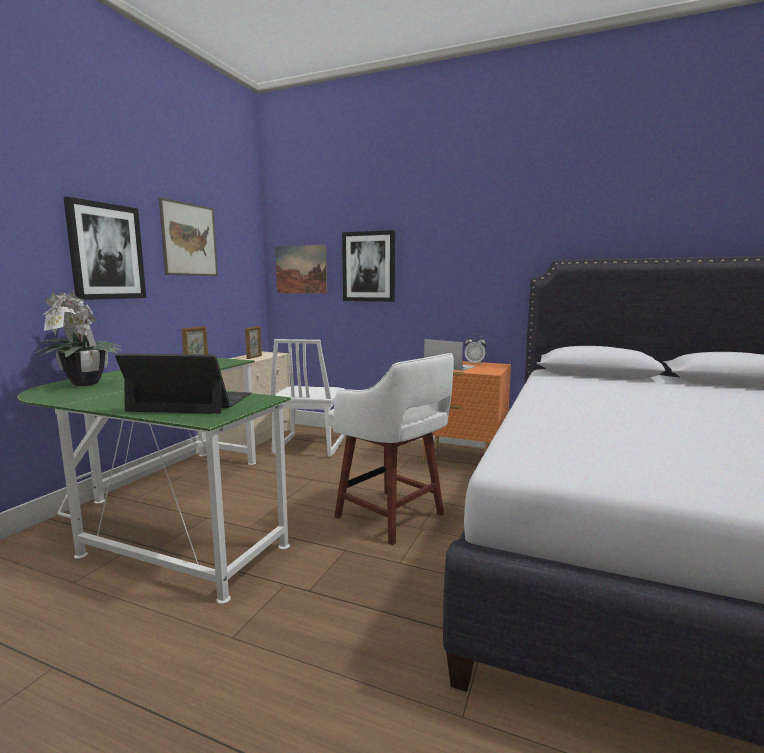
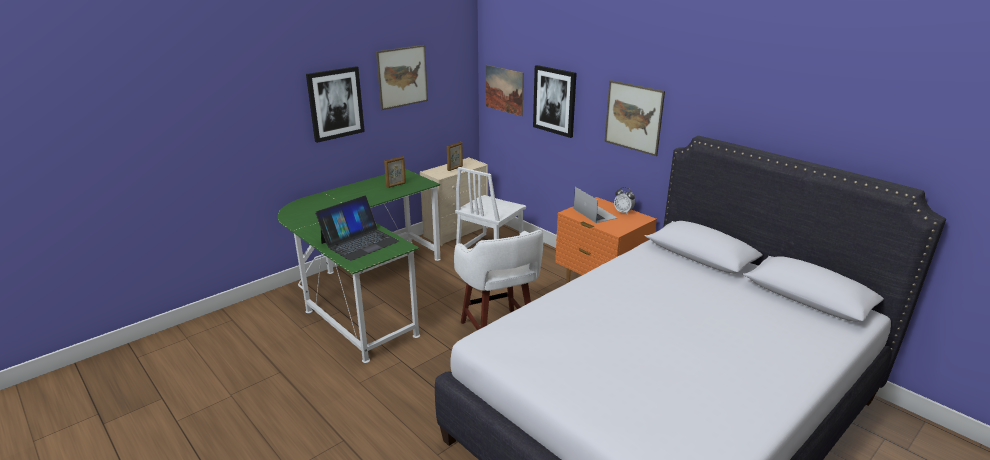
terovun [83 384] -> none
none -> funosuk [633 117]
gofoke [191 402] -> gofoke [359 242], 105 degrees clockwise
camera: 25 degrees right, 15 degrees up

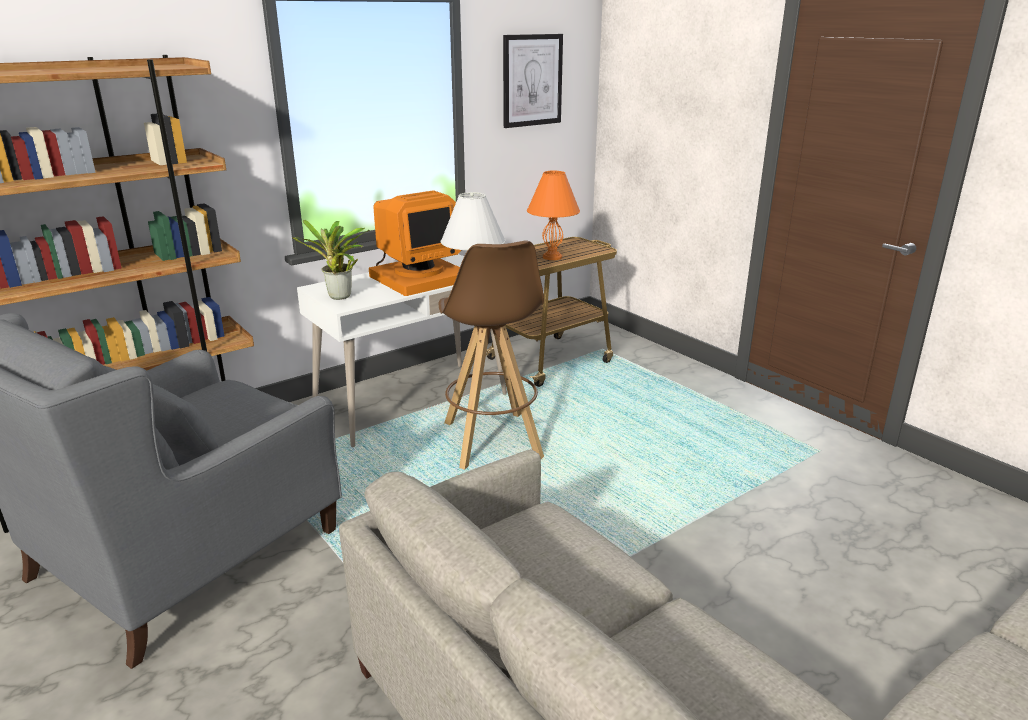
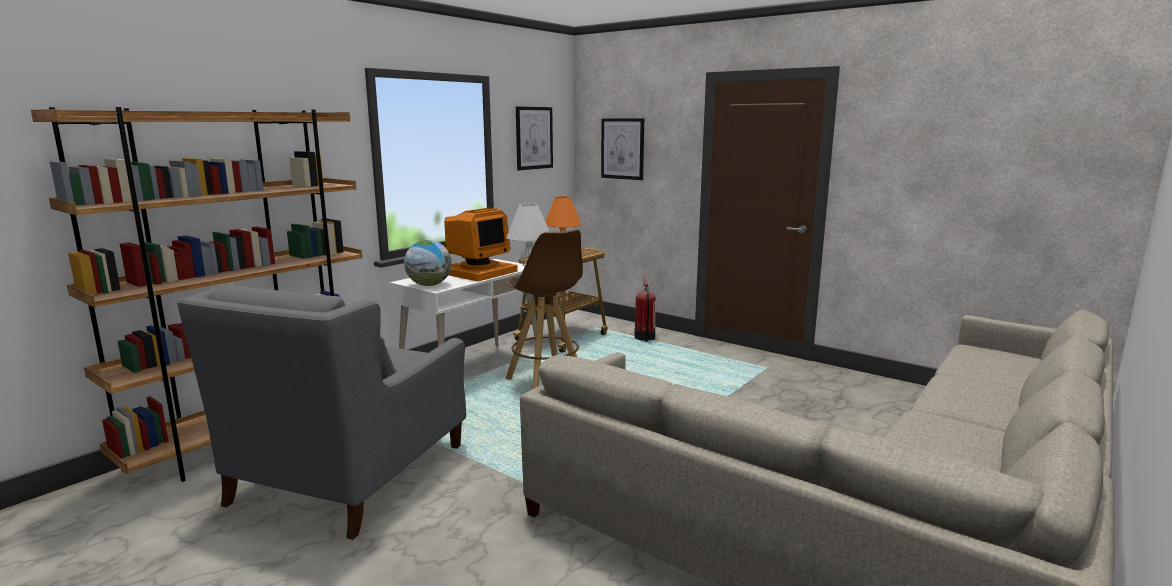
none -> funosuk [622 148]
none -> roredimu [644 338]
terovun [339 298] -> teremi [429 285]
camera: 15 degrees left, 10 degrees down

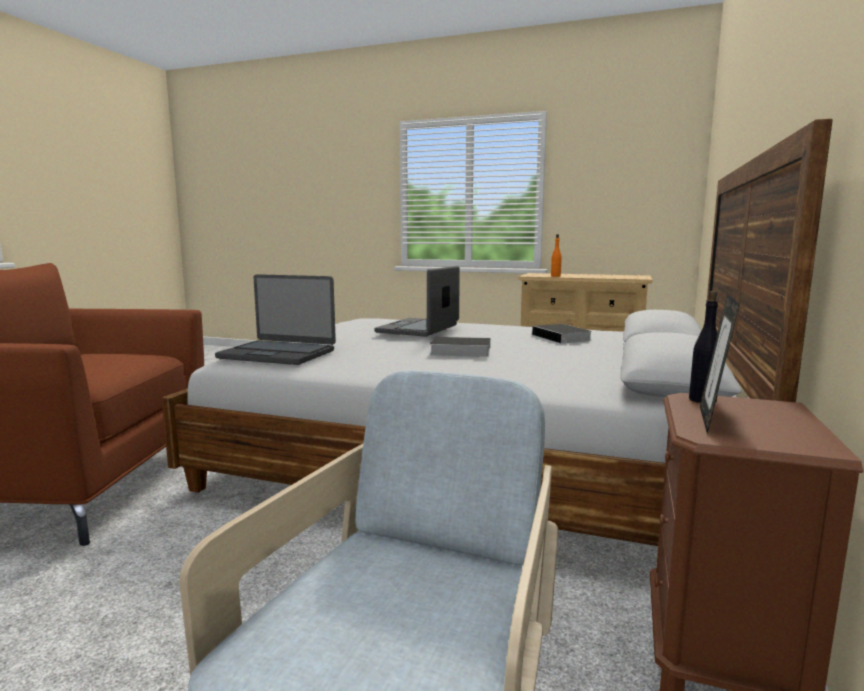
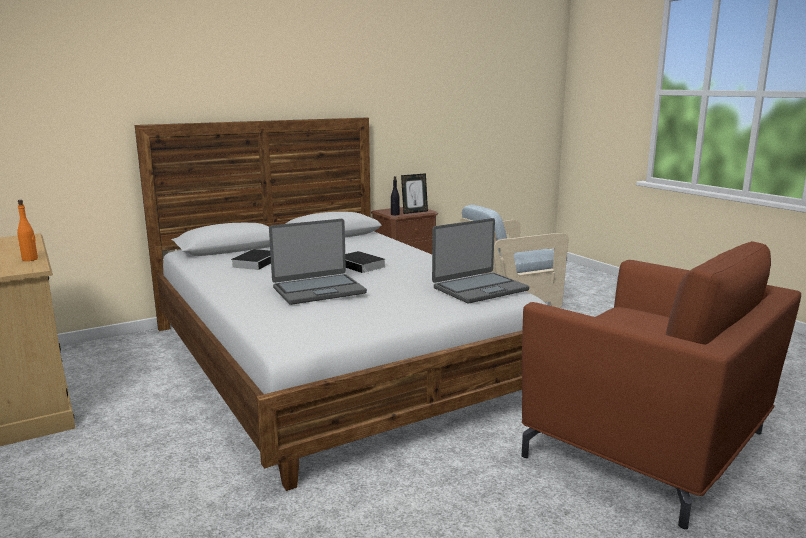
gofoke [278 354] -> gofoke [479 289], 90 degrees clockwise
camera: 140 degrees left, 5 degrees up

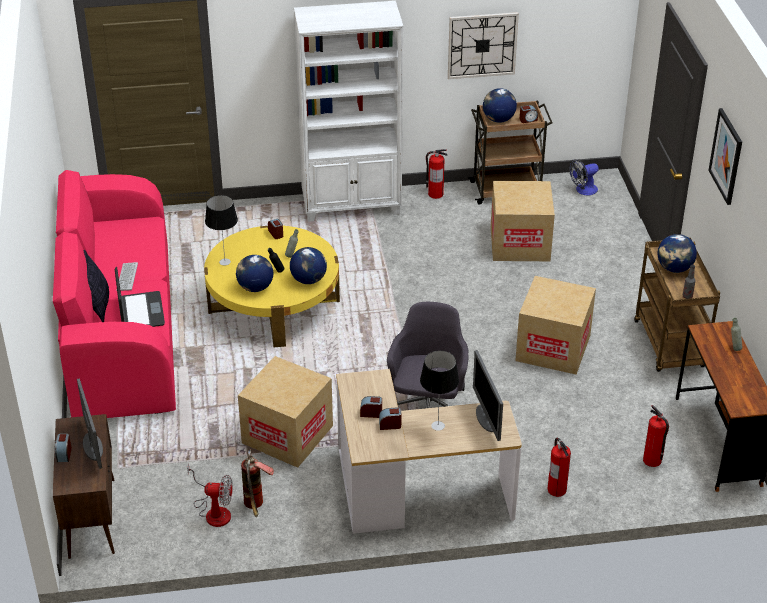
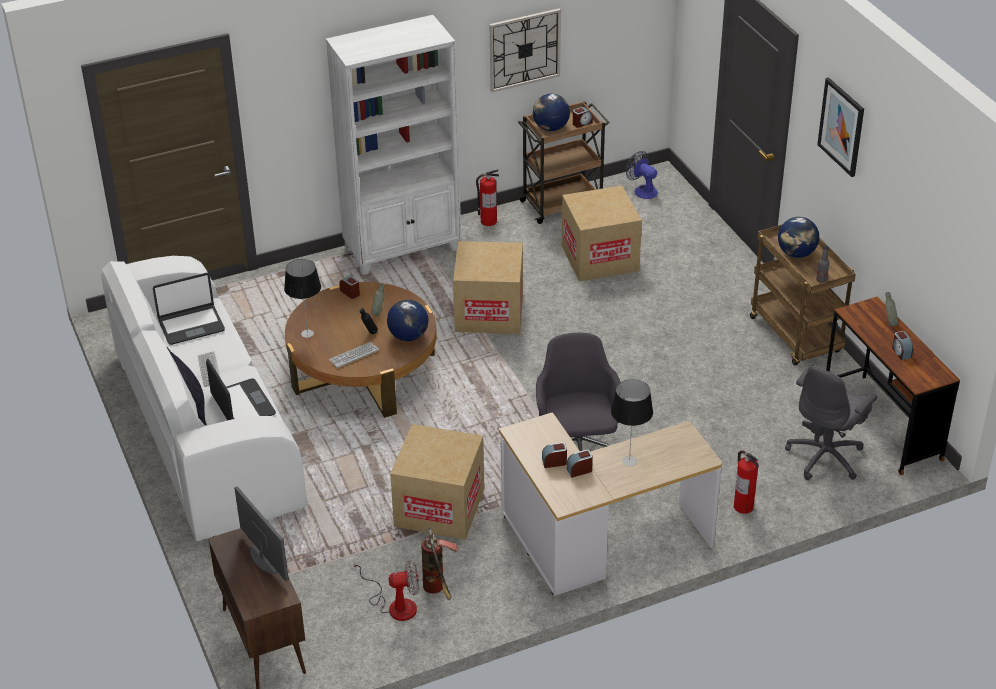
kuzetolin [486 418] -> none
none -> gofoke [191 325]
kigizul [64 454] -> kigizul [901 352], relocated
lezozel [553 348] -> lezozel [489 313], relocated
teremi [255 288] -> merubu [353 355]
roredimu [652 460] -> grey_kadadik [826 457]
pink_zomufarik [122 329] -> white_zomufarik [205 430]
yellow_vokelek [274 304] -> brown_vokelek [364 371]
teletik [583 190] -> teletik [642 190], 90 degrees clockwise
camera: 15 degrees left, 0 degrees up

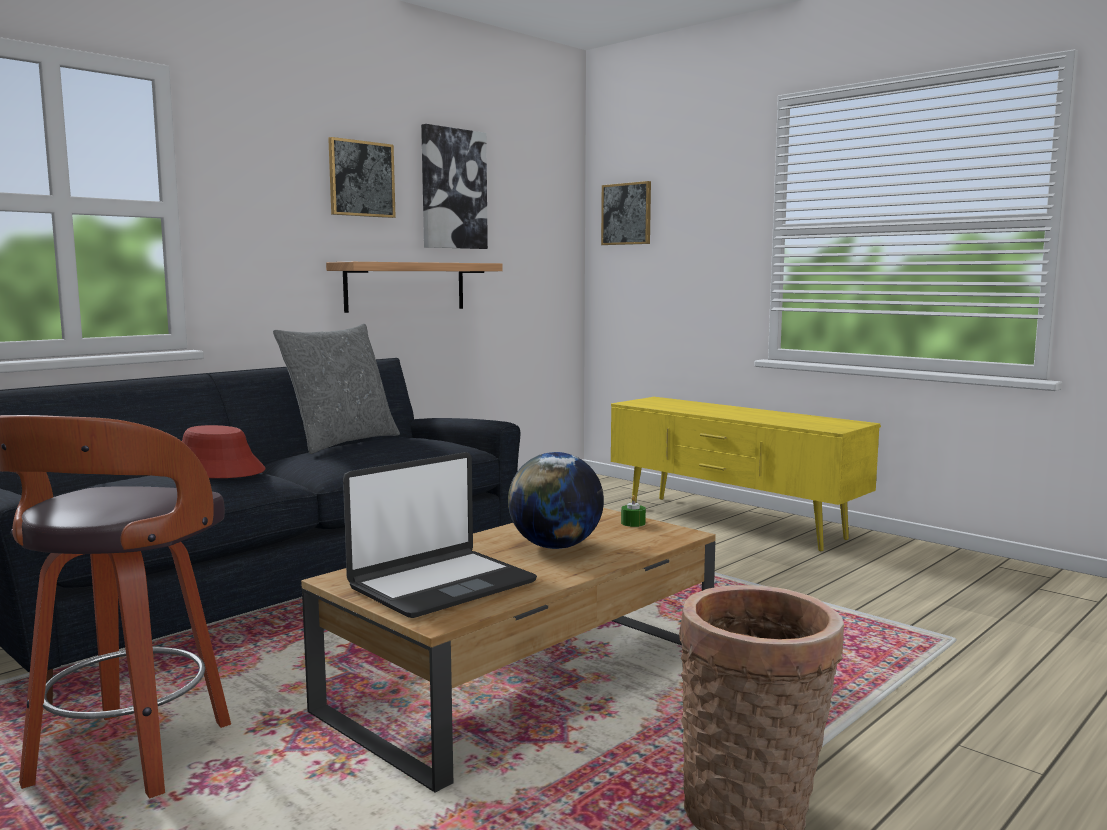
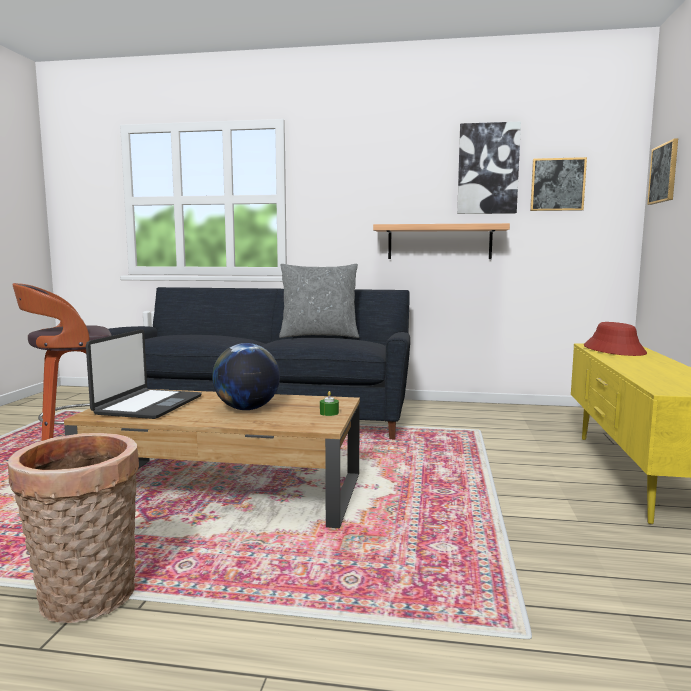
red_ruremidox [215 470] -> red_ruremidox [614 350], relocated
funosuk [361 179] -> funosuk [557 184], relocated
gofoke [441 585] -> gofoke [148 405], 90 degrees counterclockwise
camera: 55 degrees right, 0 degrees up

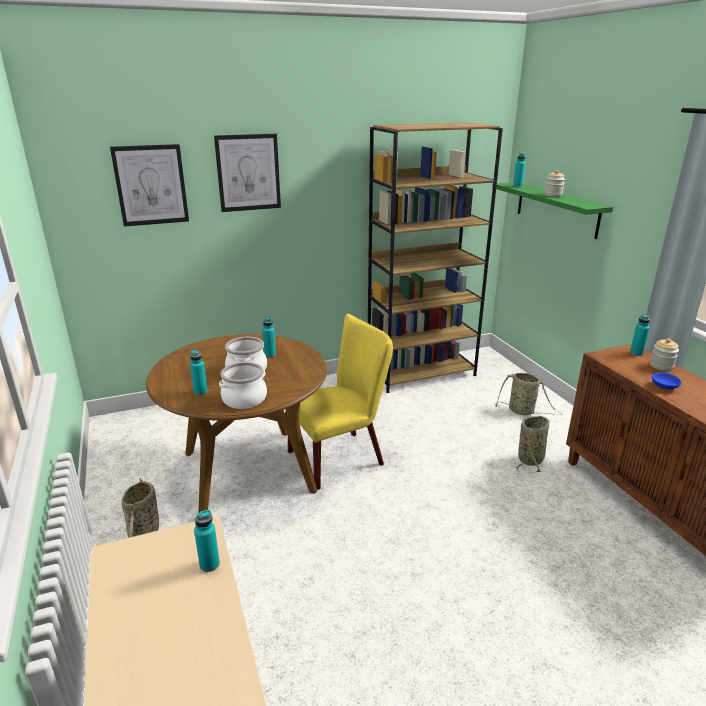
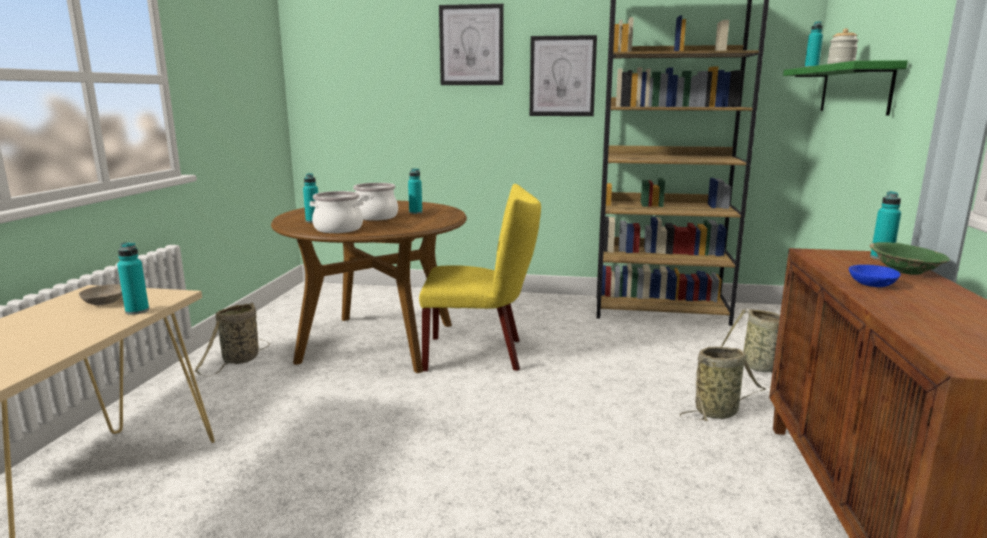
none -> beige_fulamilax [103 302]
funosuk [151 185] -> funosuk [562 76], relocated
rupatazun [661 366] -> green_fulamilax [905 271]
camera: 30 degrees right, 10 degrees down

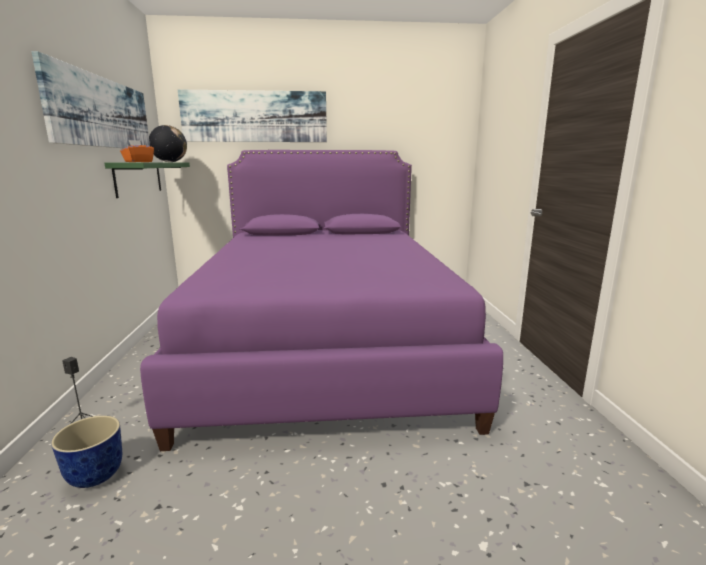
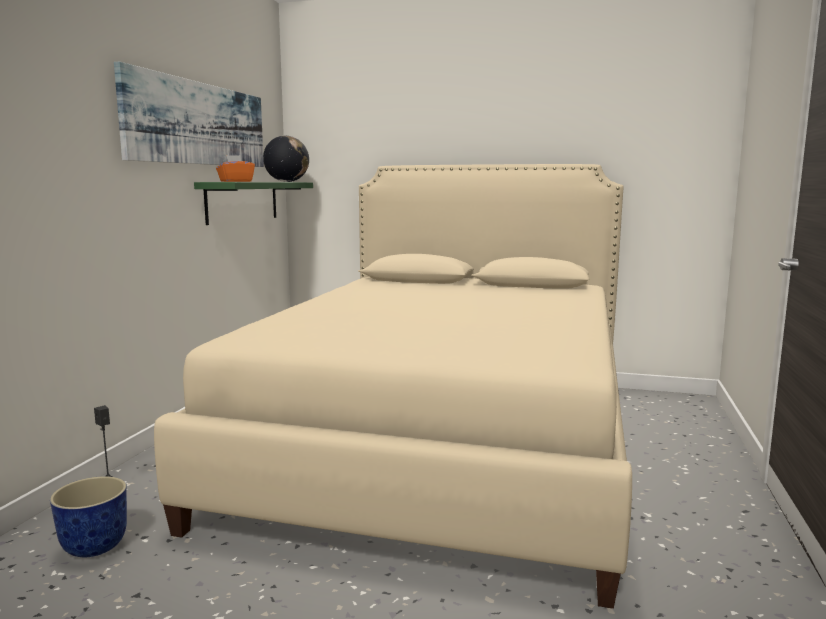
funosuk [254 116] -> none
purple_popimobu [325 344] -> beige_popimobu [444 443]
camera: 20 degrees right, 5 degrees down

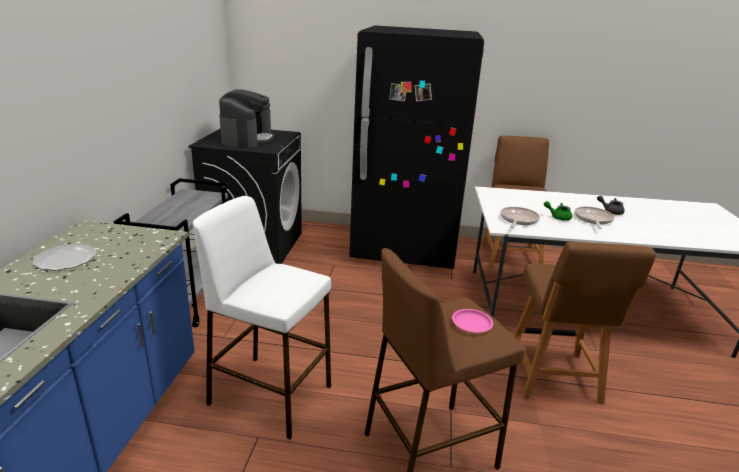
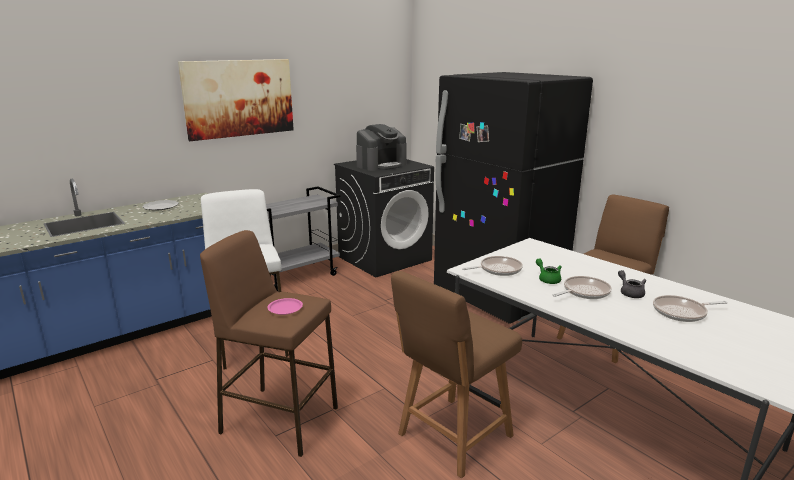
none -> funosuk [239 98]
none -> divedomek [682 312]
camera: 45 degrees right, 5 degrees down

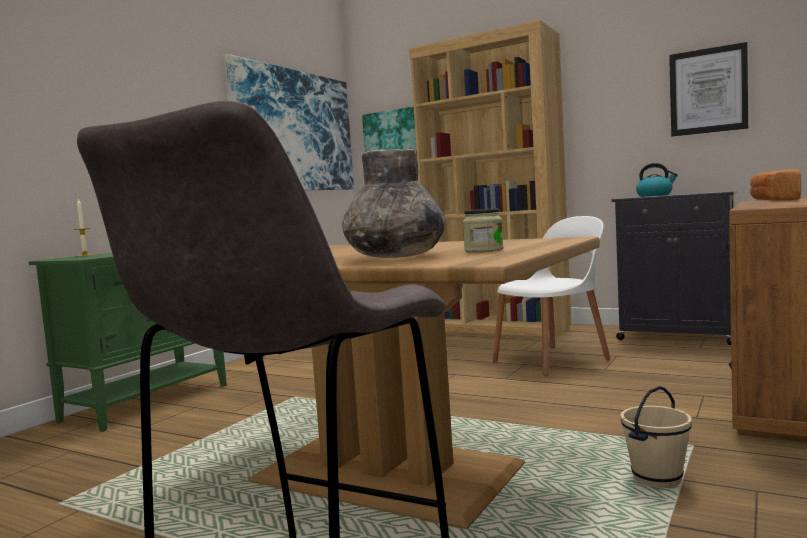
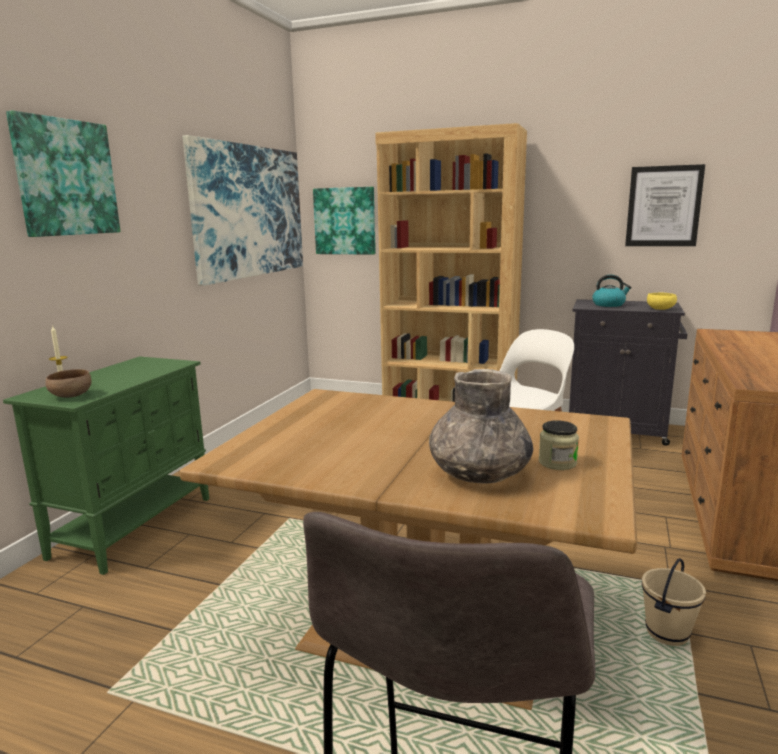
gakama [773 200] -> none
none -> funosuk [65 178]
none -> brown_fulamilax [71 396]
none -> yellow_fulamilax [660 309]
camera: 10 degrees left, 10 degrees up

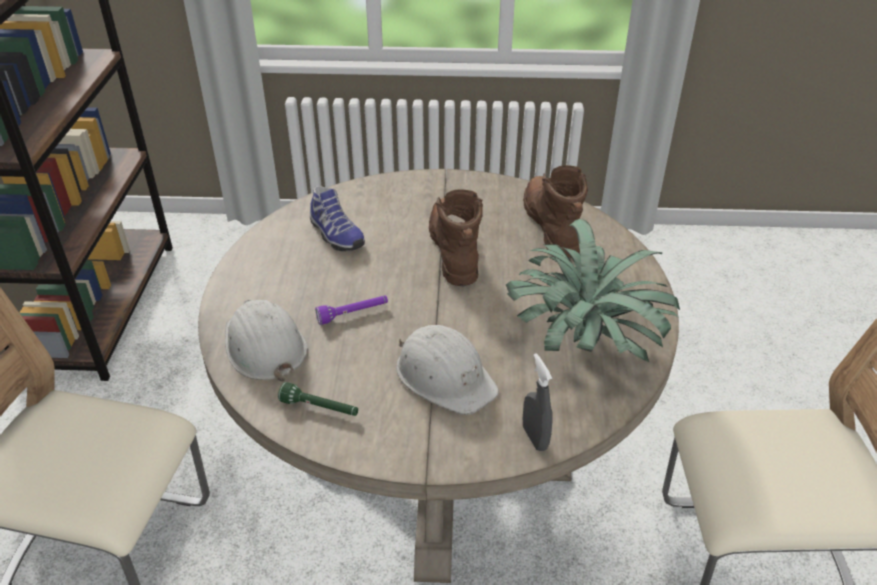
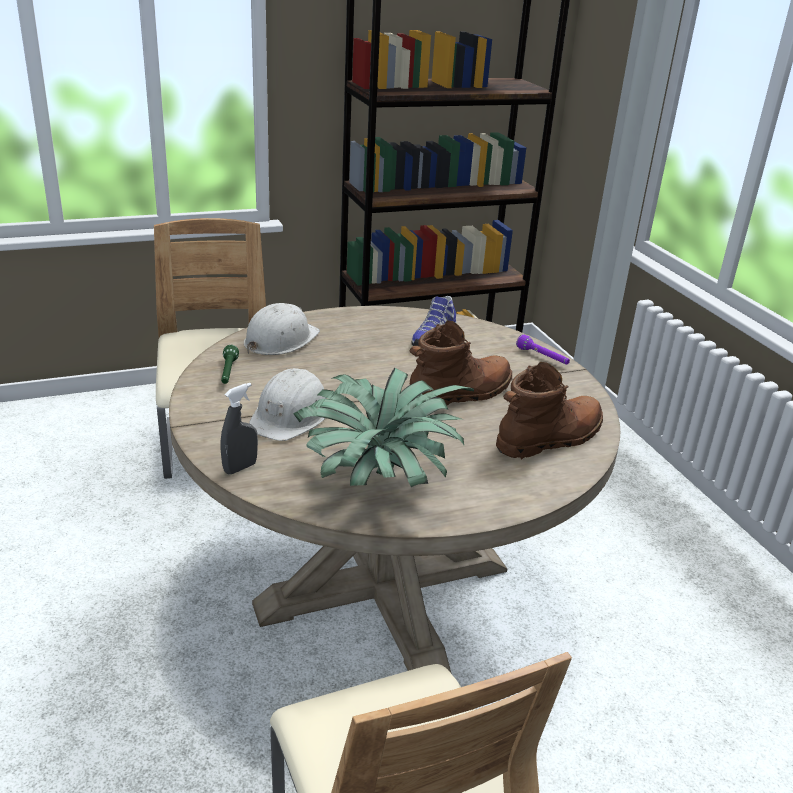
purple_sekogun [353 314] -> purple_sekogun [542 357], relocated
camera: 65 degrees right, 10 degrees down

